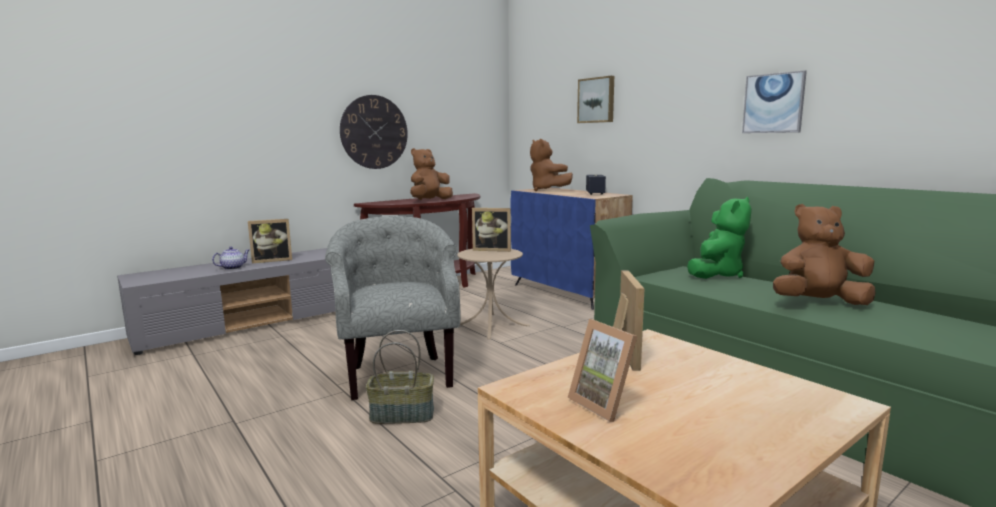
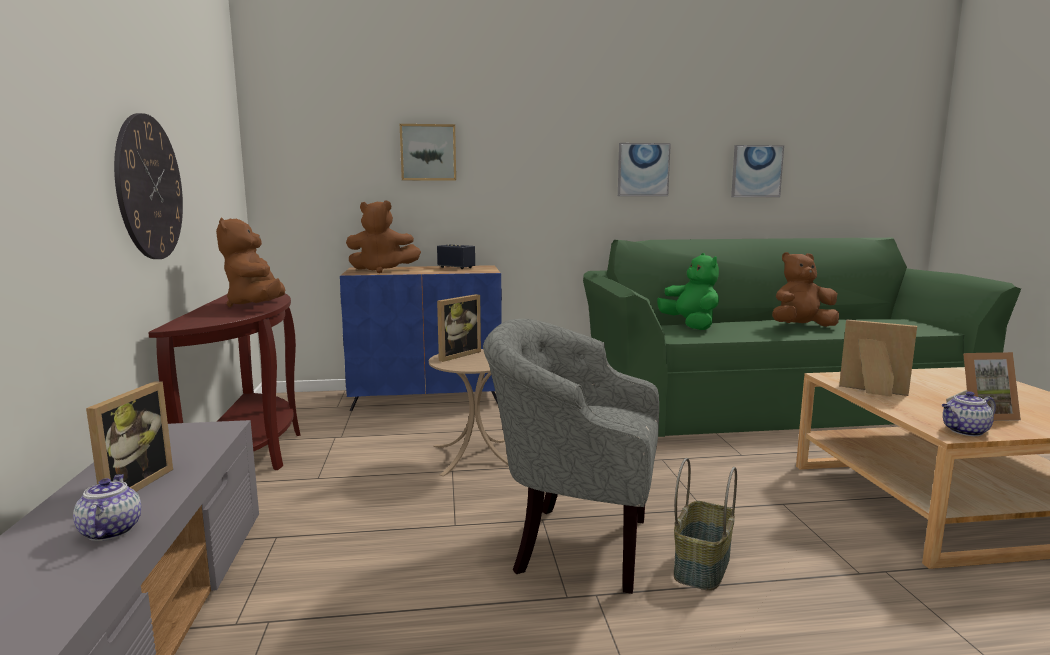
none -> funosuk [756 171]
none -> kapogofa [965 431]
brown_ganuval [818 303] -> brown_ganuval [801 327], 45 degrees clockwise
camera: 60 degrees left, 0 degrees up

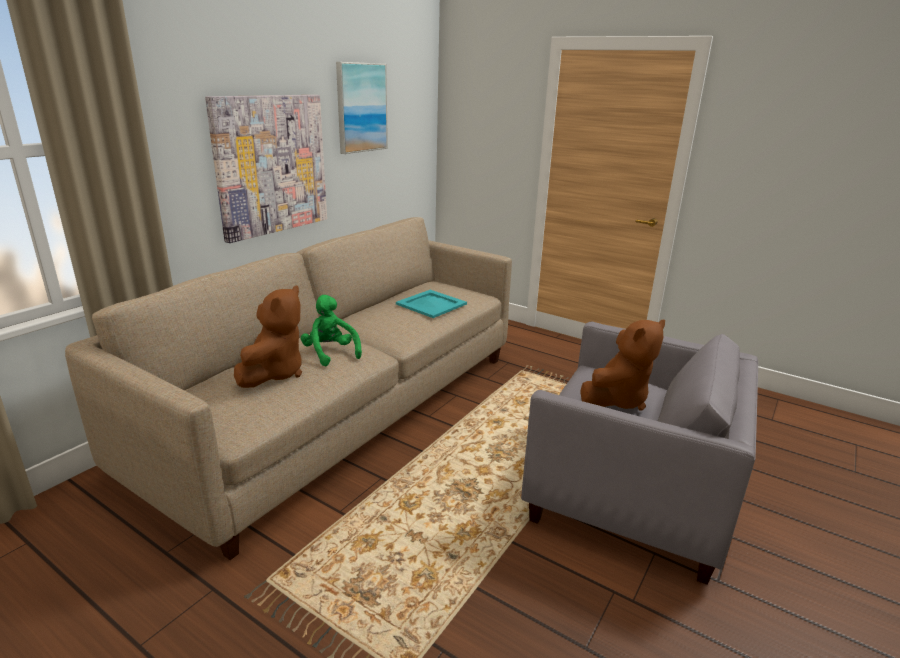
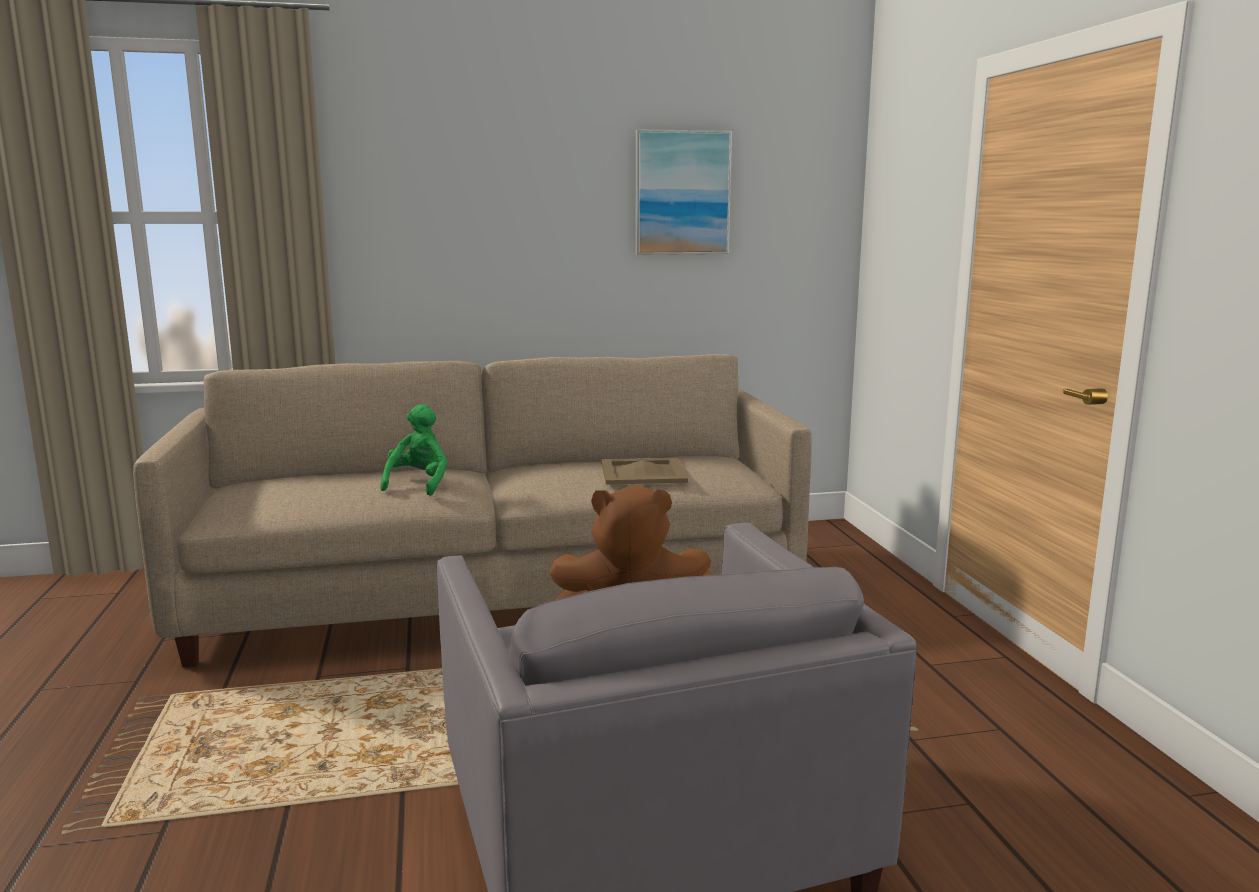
funosuk [271 165] -> none
brown_ganuval [274 373] -> none
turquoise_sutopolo [432 304] -> beige_sutopolo [643 472]
camera: 45 degrees right, 10 degrees down

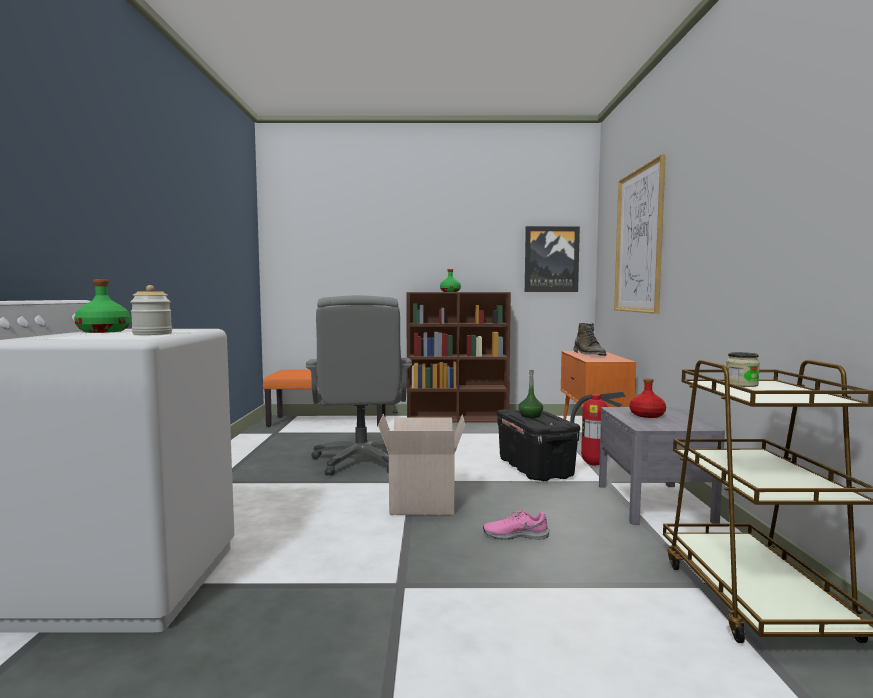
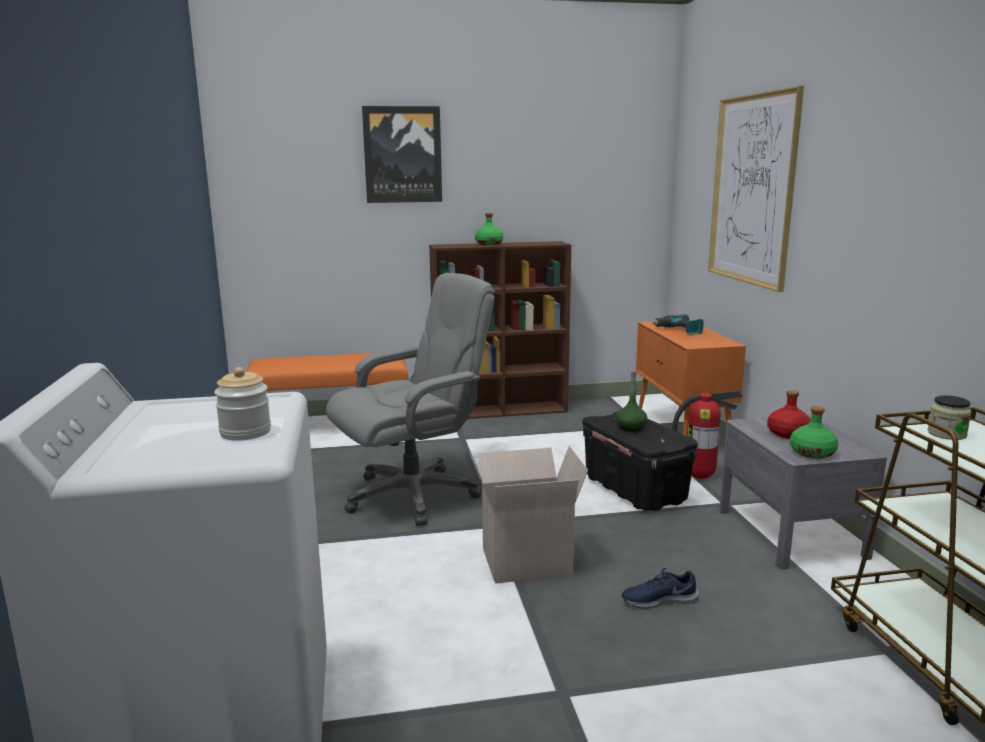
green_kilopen [104 331] -> green_kilopen [812 452], relocated
funosuk [551 259] -> funosuk [402 155], relocated
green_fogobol [589 354] -> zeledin [678 331]
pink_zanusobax [515 535] -> blue_zanusobax [658 599]
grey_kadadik [361 461] -> grey_kadadik [413 495], 105 degrees counterclockwise
camera: 10 degrees left, 10 degrees up

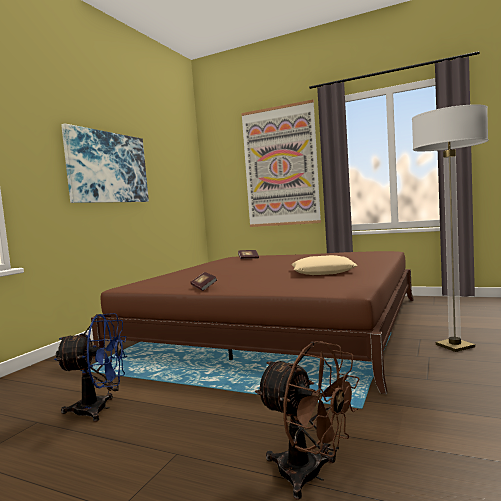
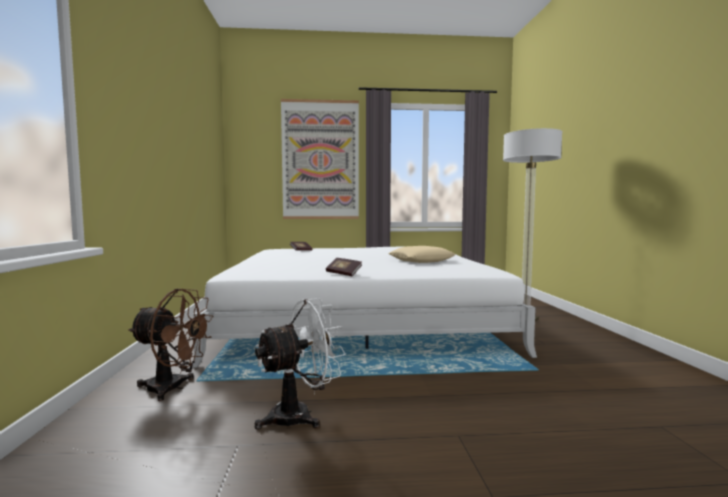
funosuk [108 167] -> none
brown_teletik [310 476] -> brown_teletik [173 388], relocated
blue_teletik [100 409] -> white_teletik [300 415]
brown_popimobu [276 325] -> white_popimobu [358 315]
camera: 30 degrees left, 0 degrees up

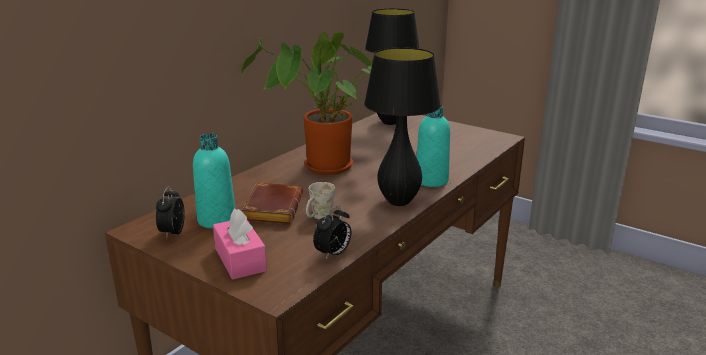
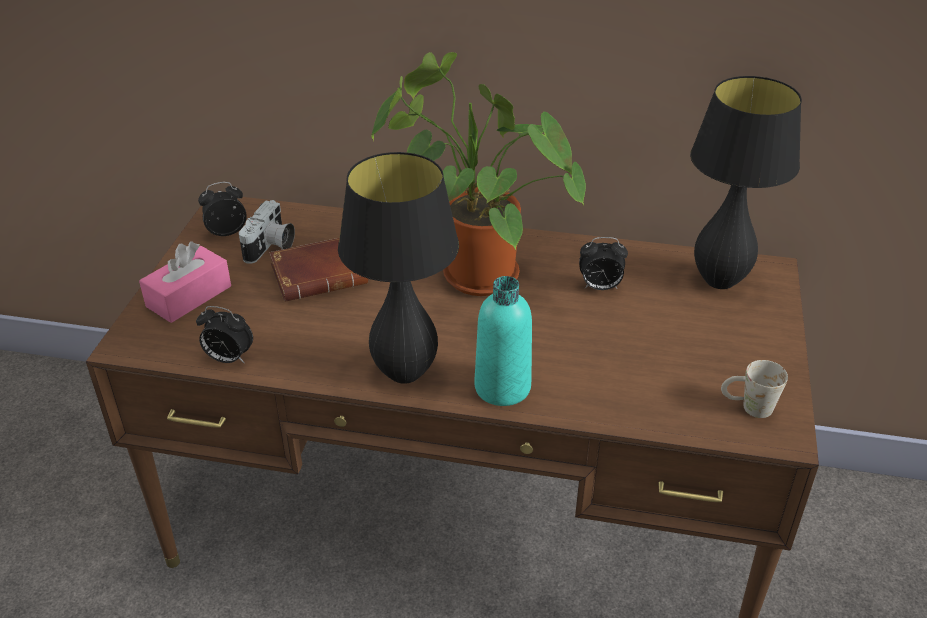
none -> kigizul [600 287]
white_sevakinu [318 218] -> white_sevakinu [747 407], relocated
turquoise_kilopen [217 220] -> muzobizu [271 247]
camera: 65 degrees right, 15 degrees up

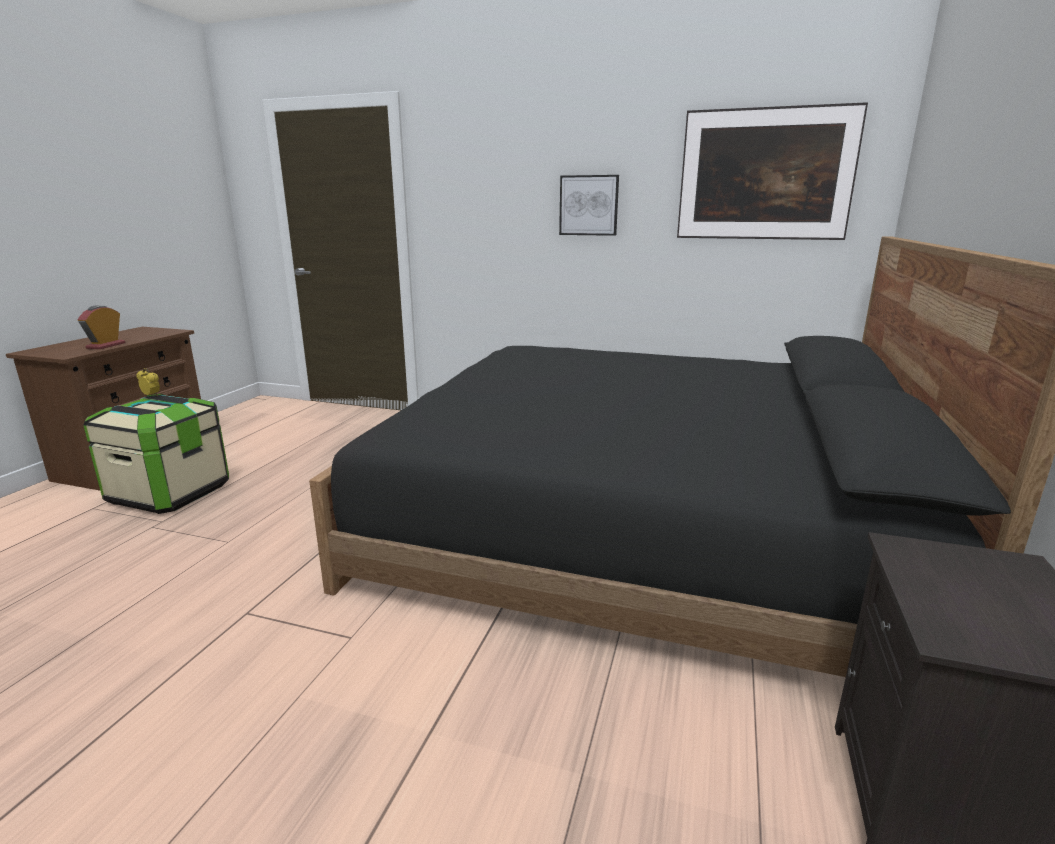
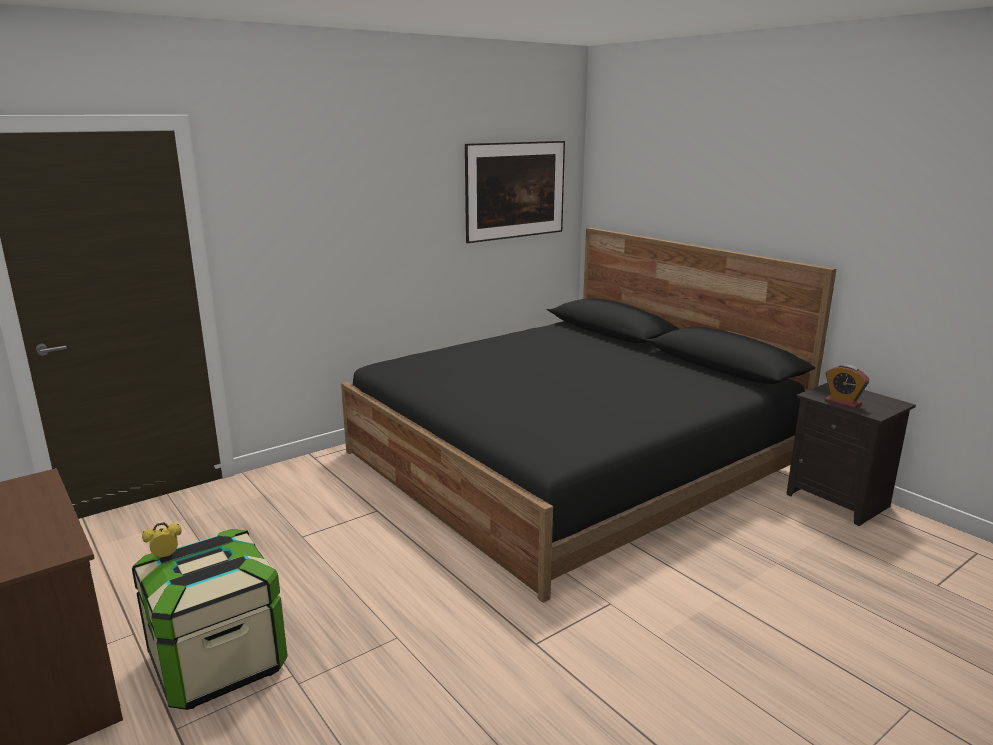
funosuk [589 205] -> none
kigizul [106 345] -> kigizul [842 402], relocated
camera: 55 degrees left, 0 degrees up

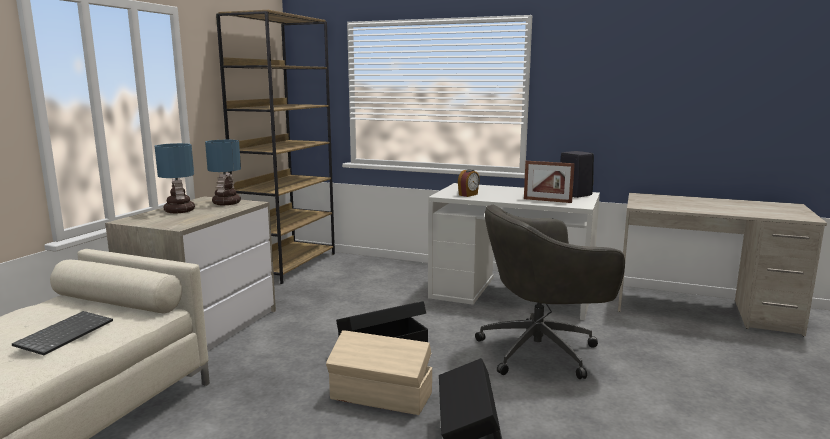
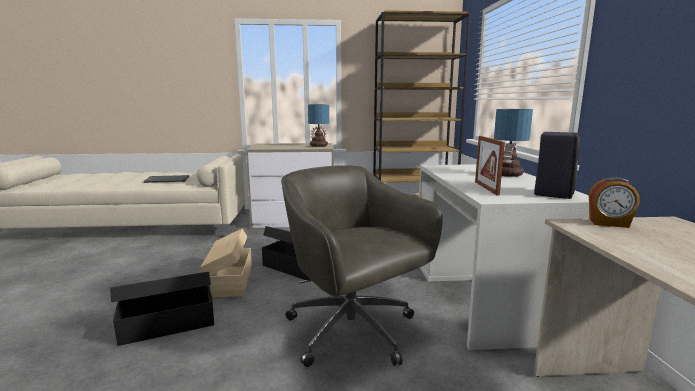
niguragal [178 210] -> niguragal [507 174], relocated
kigizul [468 195] -> kigizul [609 223], relocated
camera: 65 degrees right, 0 degrees up

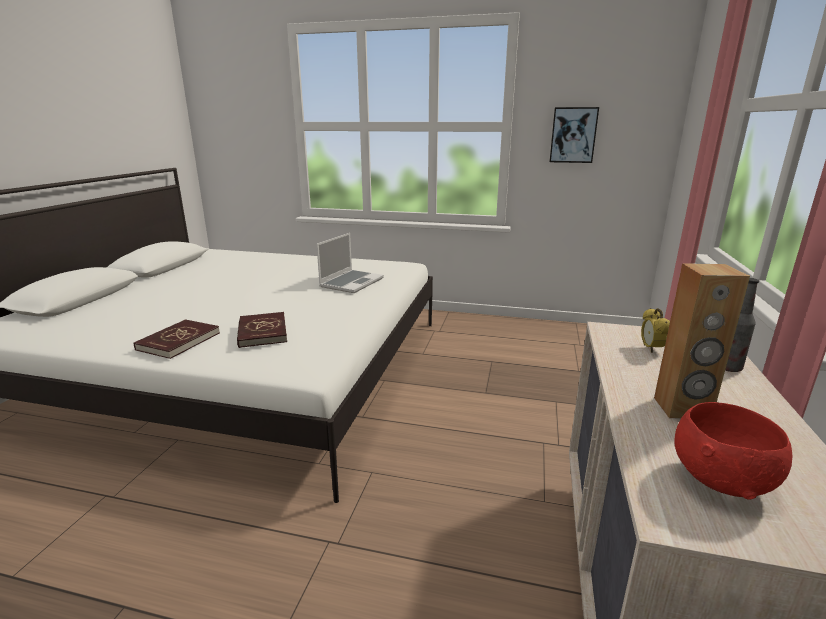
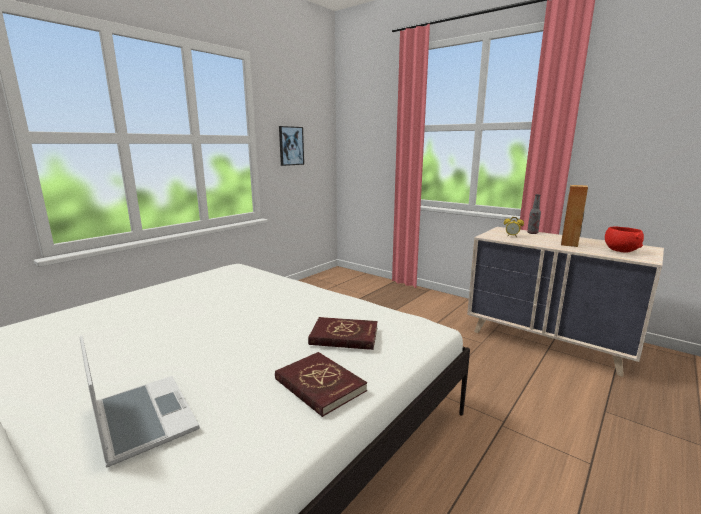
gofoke [351 282] -> gofoke [142 419], relocated
camera: 65 degrees left, 5 degrees down

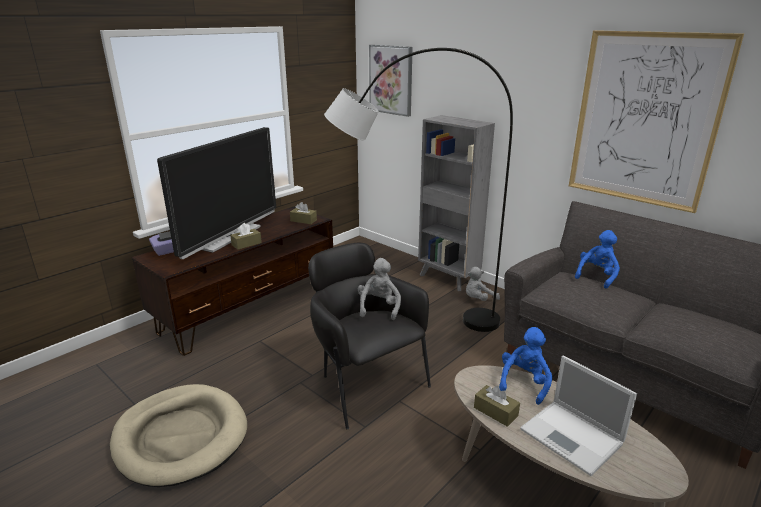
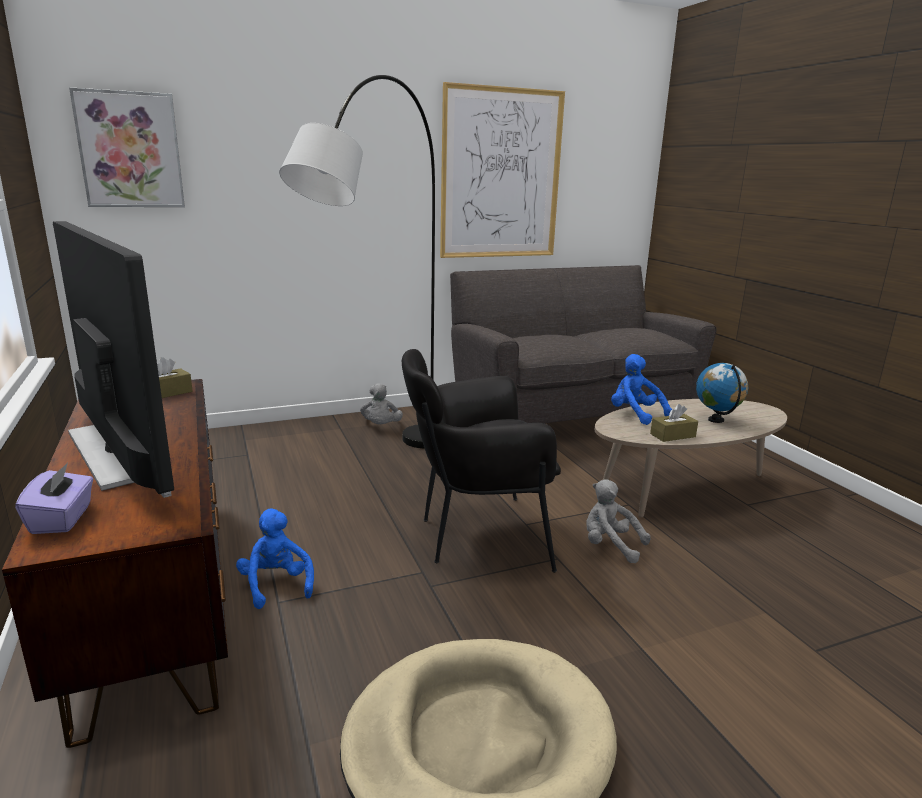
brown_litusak [246 244] -> none
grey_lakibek [448 278] -> none
grey_ganuval [379 307] -> grey_ganuval [610 546], relocated
blue_ganuval [596 276] -> blue_ganuval [276 585], relocated
gofoke [573 437] -> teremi [716 420]
camera: 65 degrees left, 5 degrees down

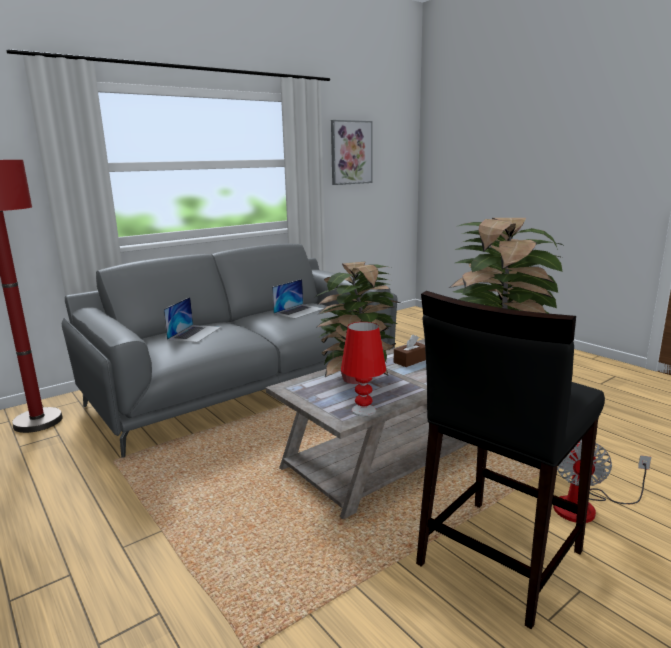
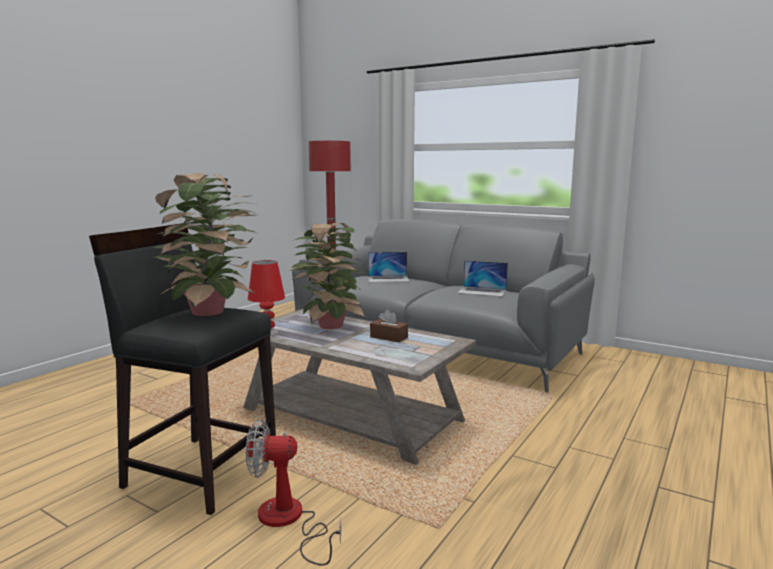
funosuk [351 152] -> none
camera: 70 degrees right, 5 degrees down

